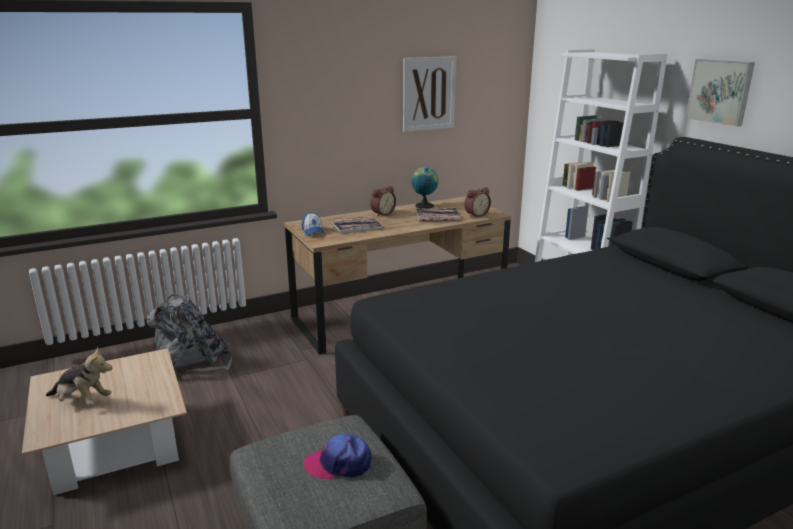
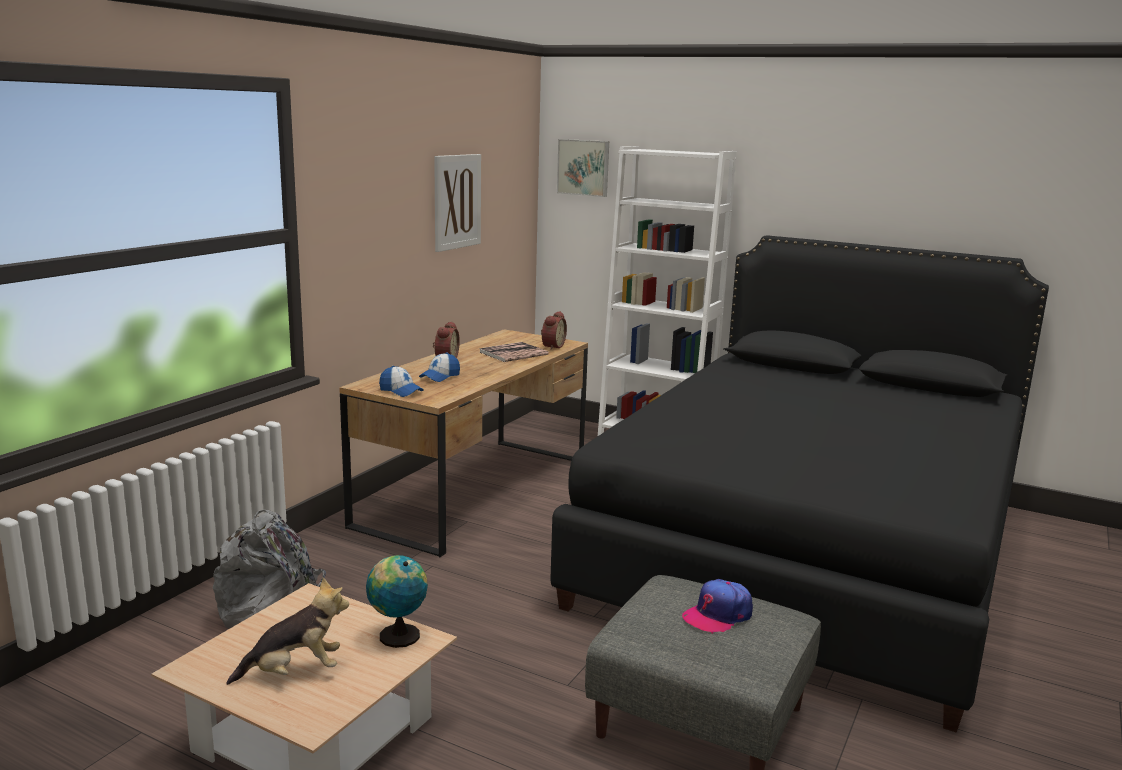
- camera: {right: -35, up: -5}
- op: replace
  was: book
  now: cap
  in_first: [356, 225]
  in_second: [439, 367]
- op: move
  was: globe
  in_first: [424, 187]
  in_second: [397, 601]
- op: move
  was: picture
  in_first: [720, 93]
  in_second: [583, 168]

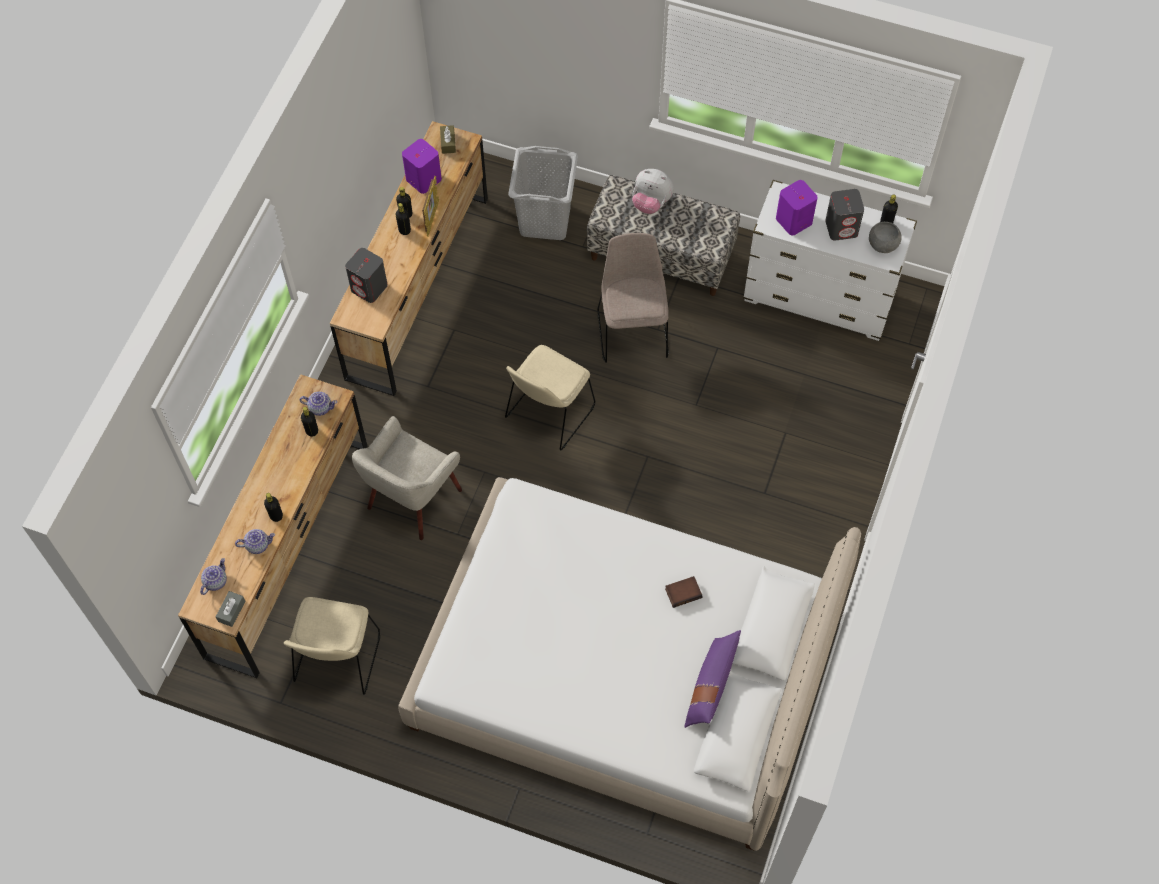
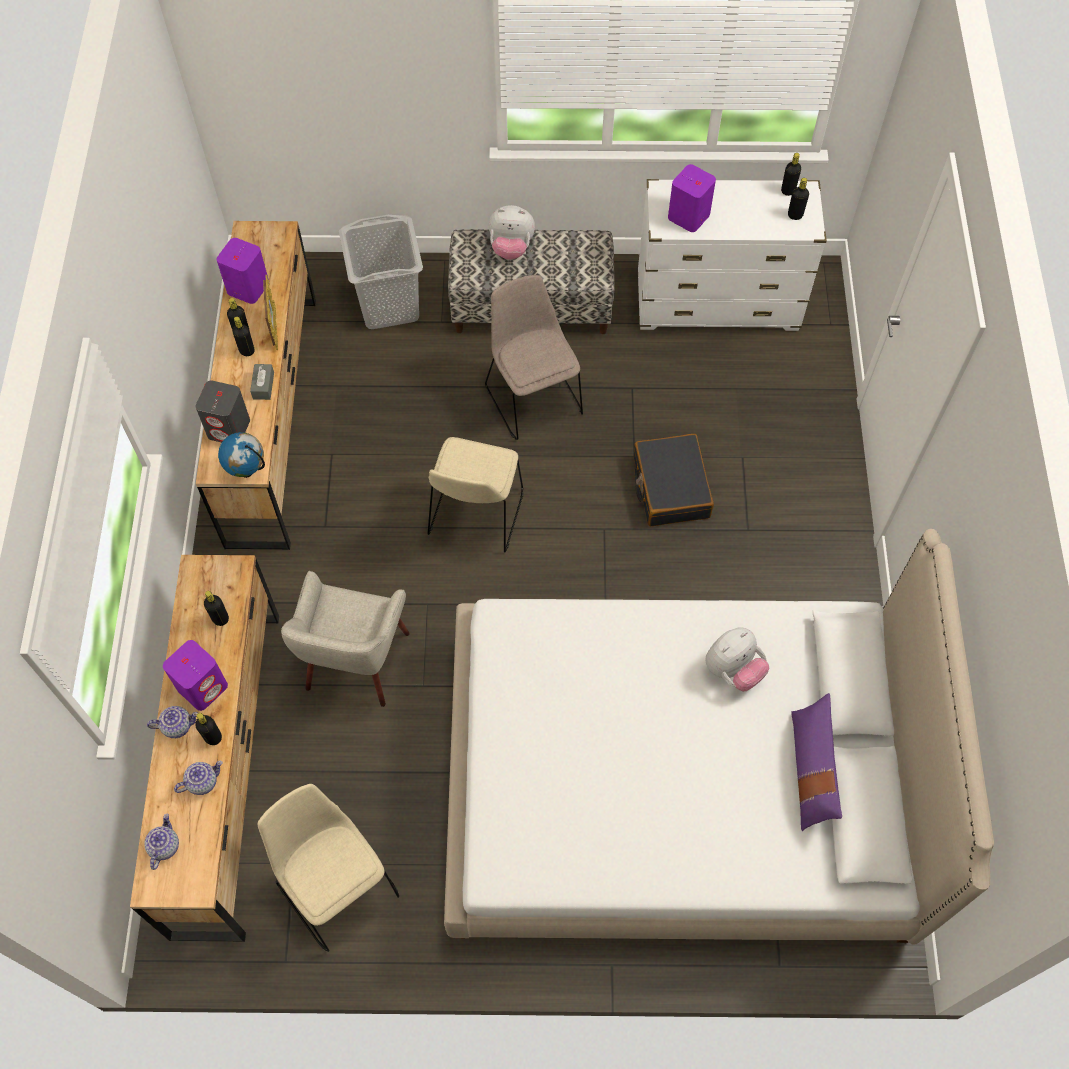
- camera: {right: -20, up: 0}
- op: move
  was: tissue box (grey)
  in_first: [230, 609]
  in_second: [262, 382]
- op: rotate
  was: chair (beige)
  in_first: [332, 646]
  in_second: [328, 868]
  clockwise: 150
- op: move
  was: teapot
  in_first: [318, 404]
  in_second: [172, 722]
- op: delete
  was: tissue box (brown)
  in_first: [448, 139]
- op: replace
  was: book
  now: plush toy
  in_first: [683, 592]
  in_second: [737, 659]
- op: delete
  was: speaker (grey)
  in_first: [844, 215]
- op: replace
  was: bowl (grey)
  now: bottle (black)
  in_first: [885, 237]
  in_second: [798, 199]
- op: insert
  now: speaker (purple)
  in_second: [195, 675]
- op: insert
  now: globe
  in_second: [241, 455]
- op: insert
  now: suitcase (black)
  in_second: [674, 480]

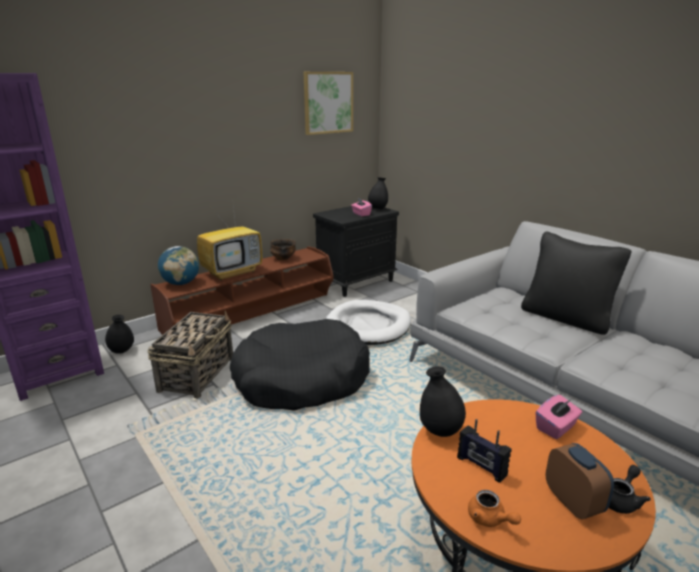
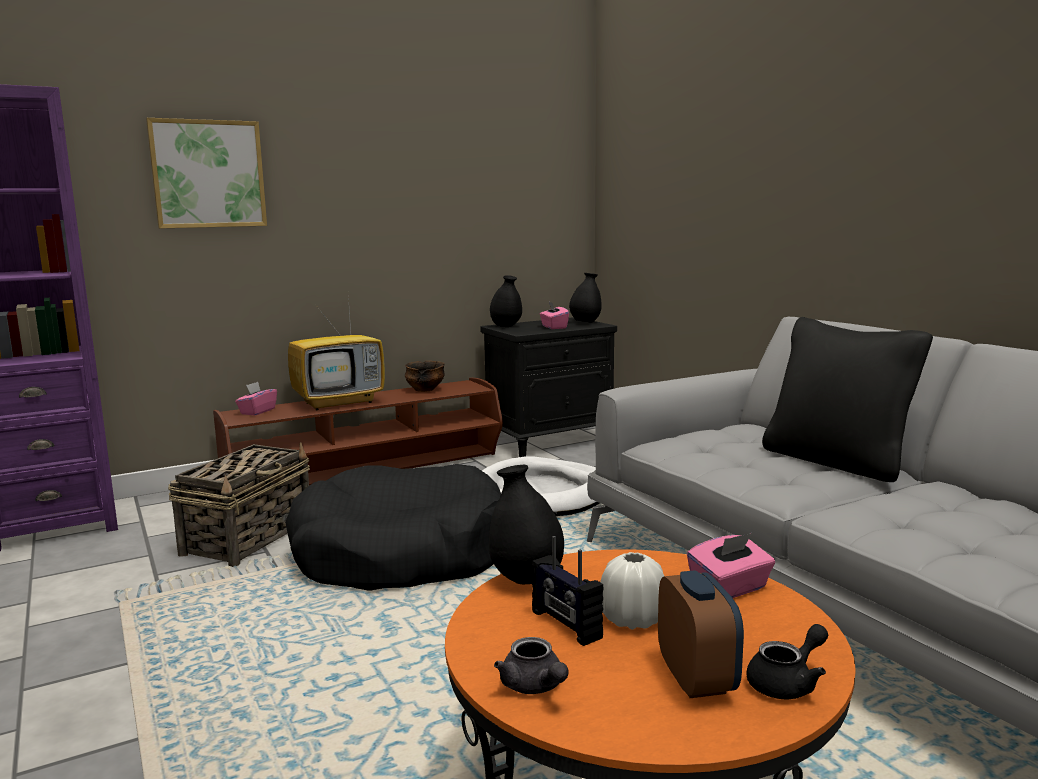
- camera: {right: 10, up: -10}
- op: move
  was: vase (black)
  in_first: [119, 334]
  in_second: [506, 301]
- op: replace
  was: globe
  now: tissue box (pink)
  in_first: [178, 265]
  in_second: [256, 399]
- op: move
  was: picture
  in_first: [328, 103]
  in_second: [206, 173]
- op: recolor
  was: teapot (orange)
  now: teapot (grey)
  in_first: [494, 508]
  in_second: [531, 665]
- op: insert
  now: vase (white)
  in_second: [632, 591]

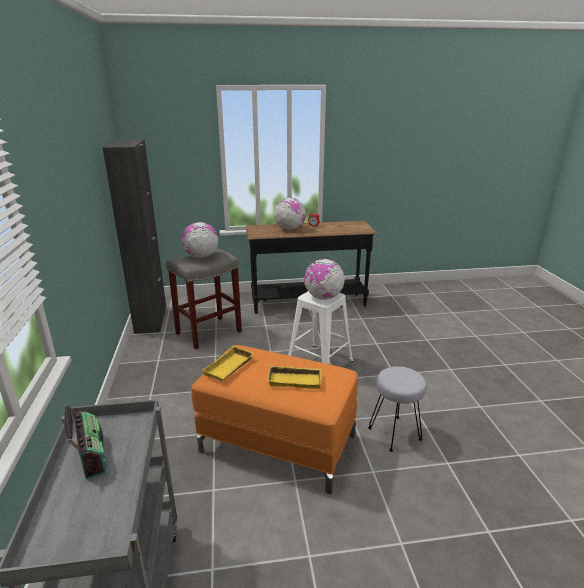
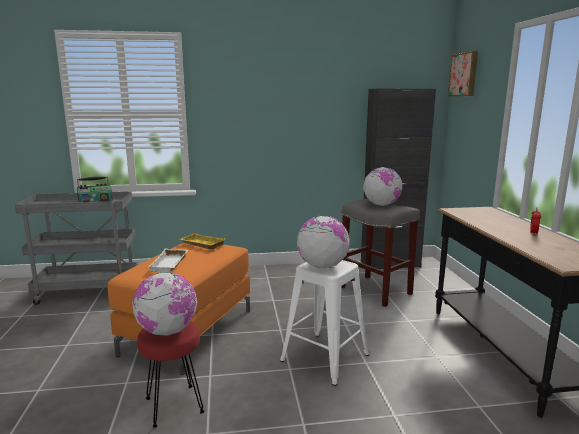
- camera: {right: 90, up: -10}
- op: recolor
  was: tray (yellow)
  now: tray (white)
  in_first: [294, 377]
  in_second: [168, 260]
- op: move
  was: globe
  in_first: [290, 213]
  in_second: [164, 304]
- op: recolor
  was: stool (grey)
  now: stool (red)
  in_first: [397, 409]
  in_second: [171, 374]
- op: insert
  now: picture
  in_second: [463, 73]

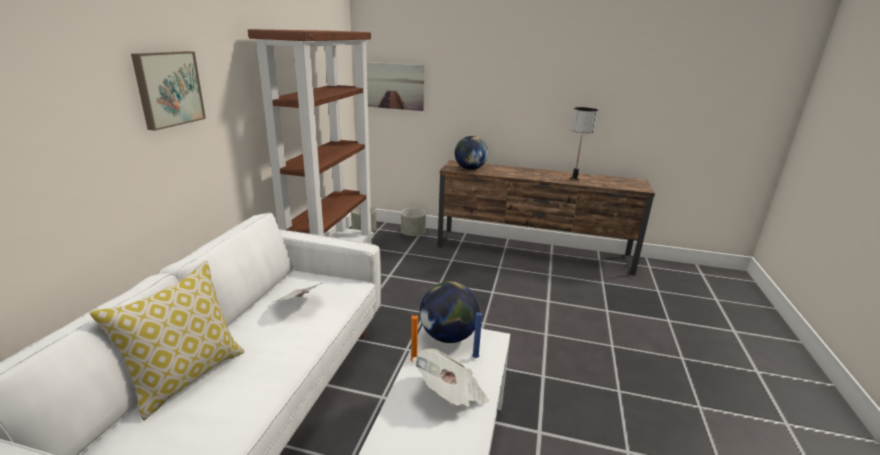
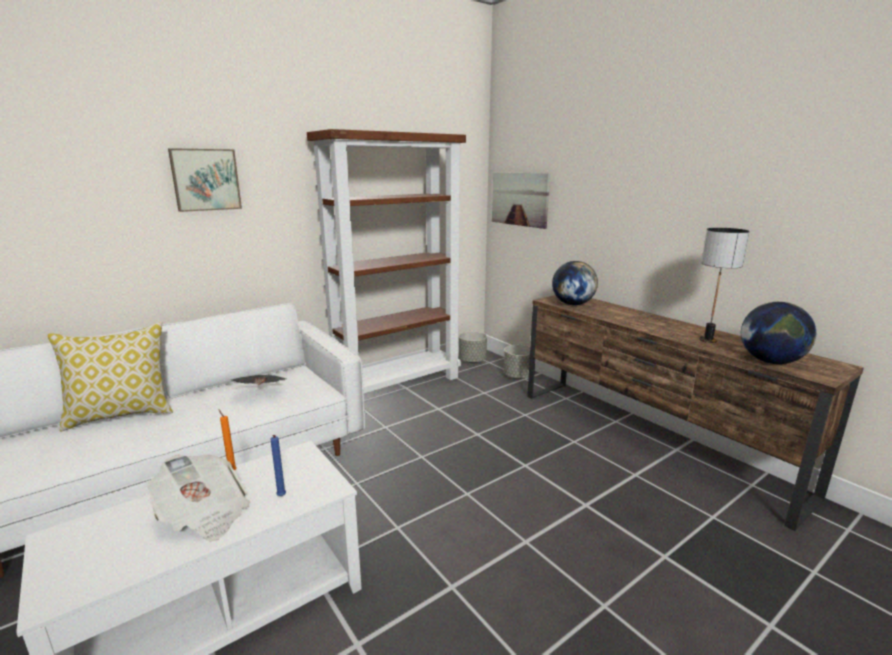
- camera: {right: 40, up: -5}
- op: move
  was: globe
  in_first: [450, 312]
  in_second: [778, 333]

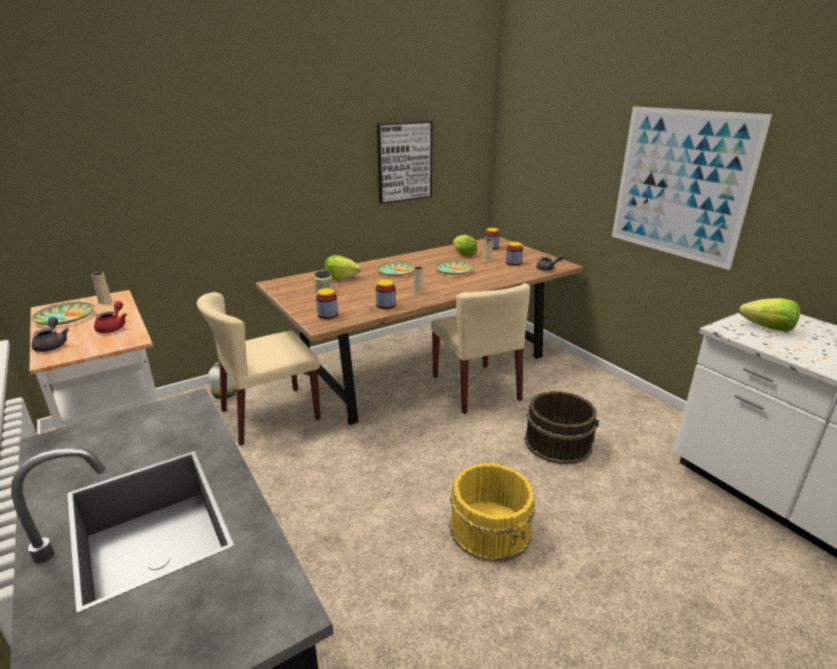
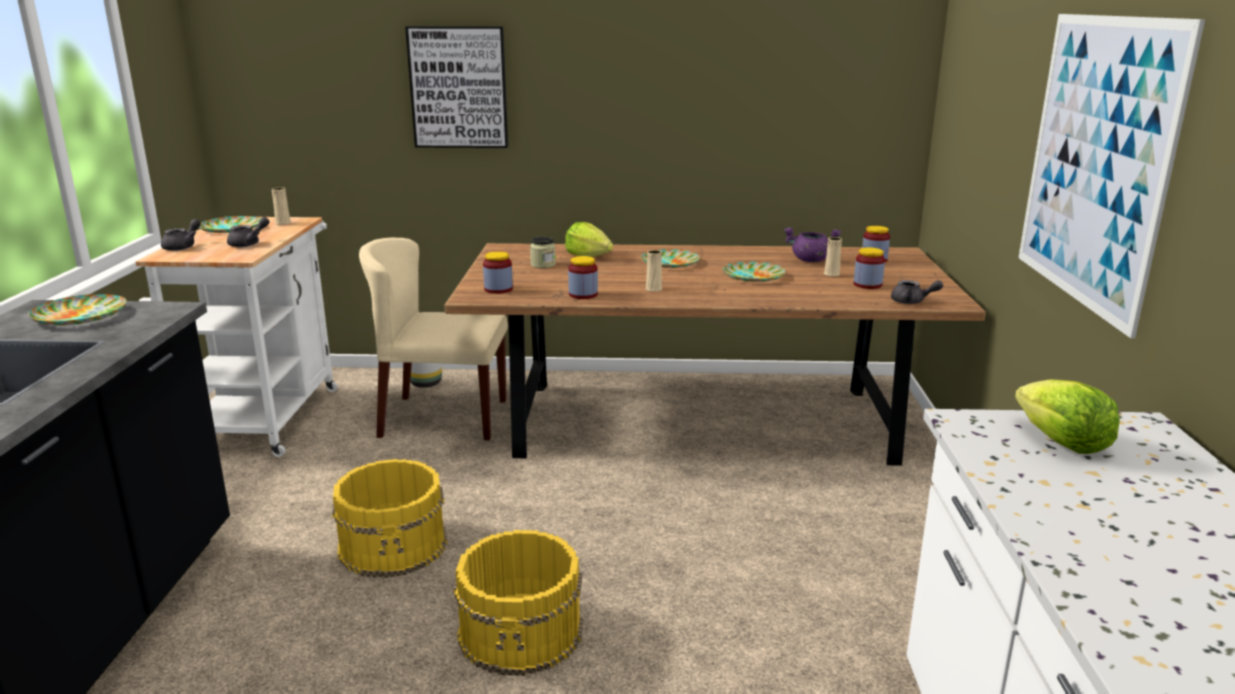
- camera: {right: 35, up: -5}
- op: recolor
  was: teapot (red)
  now: teapot (grey)
  in_first: [110, 317]
  in_second: [248, 232]
- op: move
  was: picture
  in_first: [405, 162]
  in_second: [456, 87]
- op: delete
  was: chair (beige)
  in_first: [480, 348]
- op: replace
  was: lettuce
  now: cooking pot (purple)
  in_first: [465, 246]
  in_second: [812, 244]
- op: delete
  was: bucket (brown)
  in_first: [561, 428]
- op: insert
  now: plate
  in_second: [78, 309]
- op: insert
  now: bucket (yellow)
  in_second: [389, 518]

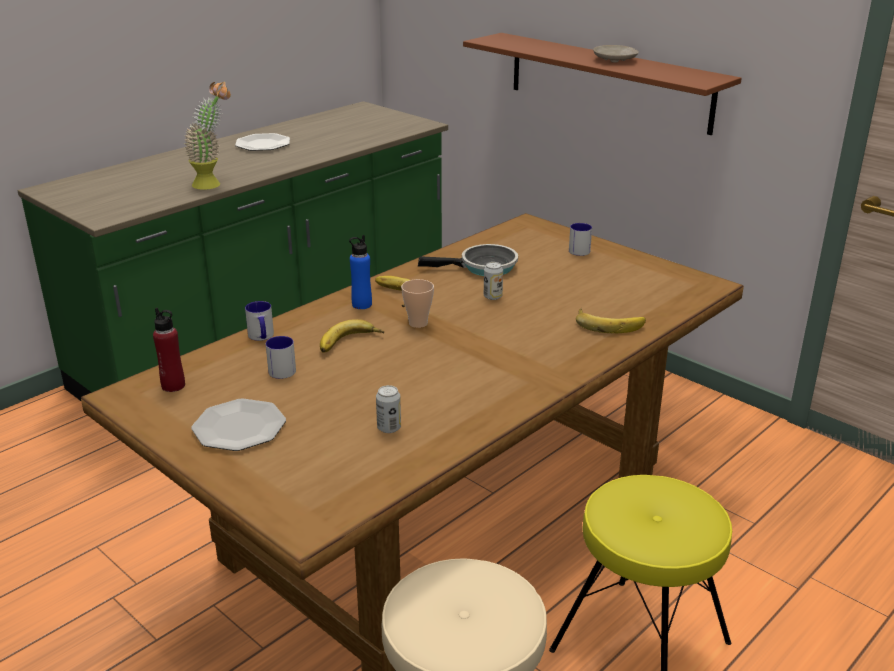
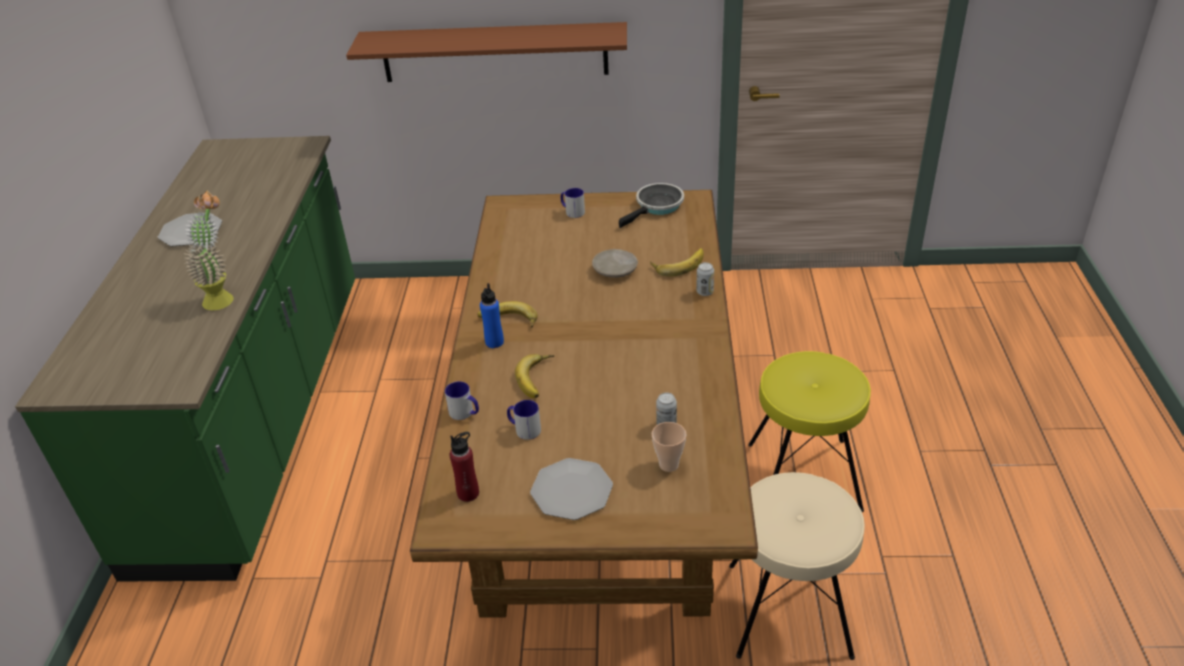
- camera: {right: -40, up: 10}
- op: move
  was: cup
  in_first: [417, 303]
  in_second: [669, 447]
- op: move
  was: frying pan
  in_first: [468, 260]
  in_second: [651, 205]
- op: move
  was: can
  in_first: [493, 281]
  in_second: [705, 279]
- op: move
  was: plate (beige)
  in_first: [616, 54]
  in_second: [615, 263]

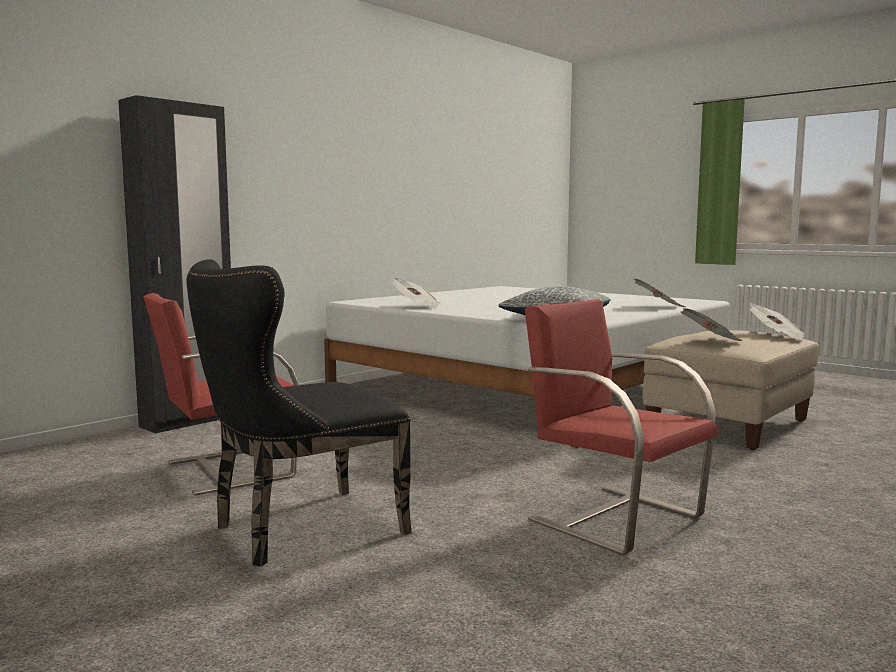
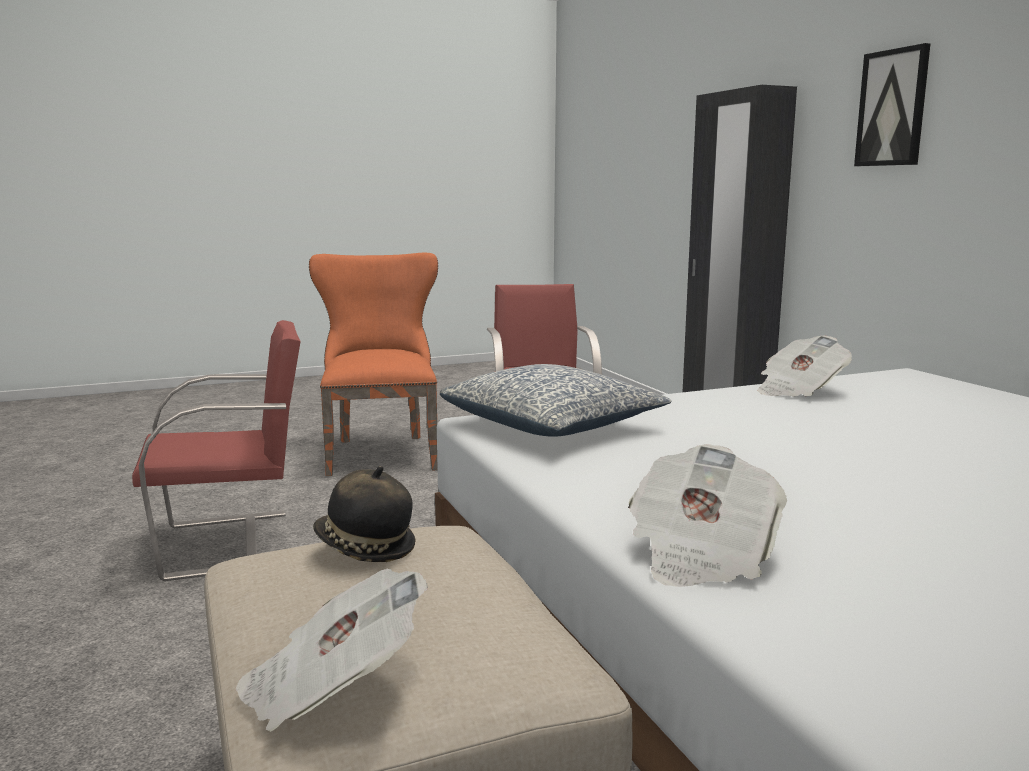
- camera: {right: 115, up: 5}
- op: recolor
  was: chair (black)
  now: chair (orange)
  in_first: [299, 413]
  in_second: [373, 364]
- op: replace
  was: newspaper
  now: hat
  in_first: [712, 324]
  in_second: [364, 514]
- op: insert
  now: picture
  in_second: [892, 104]

